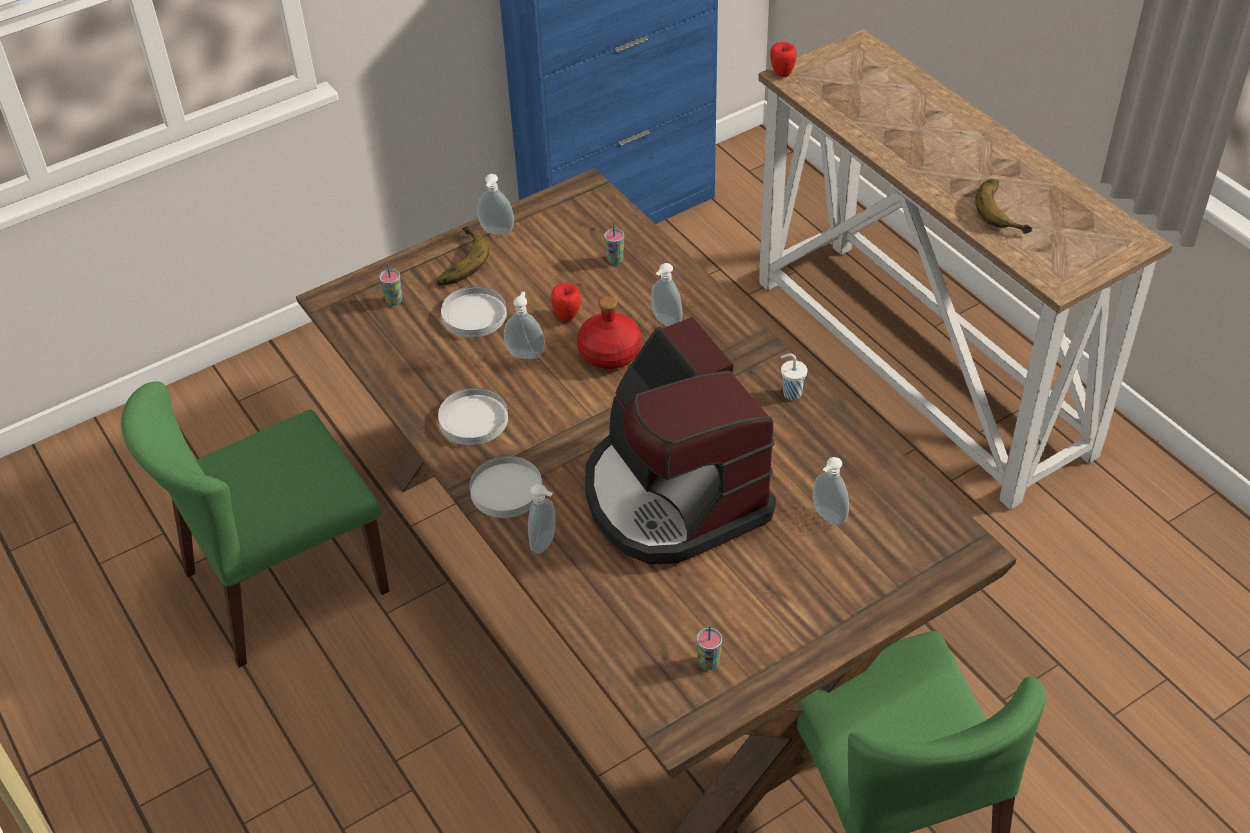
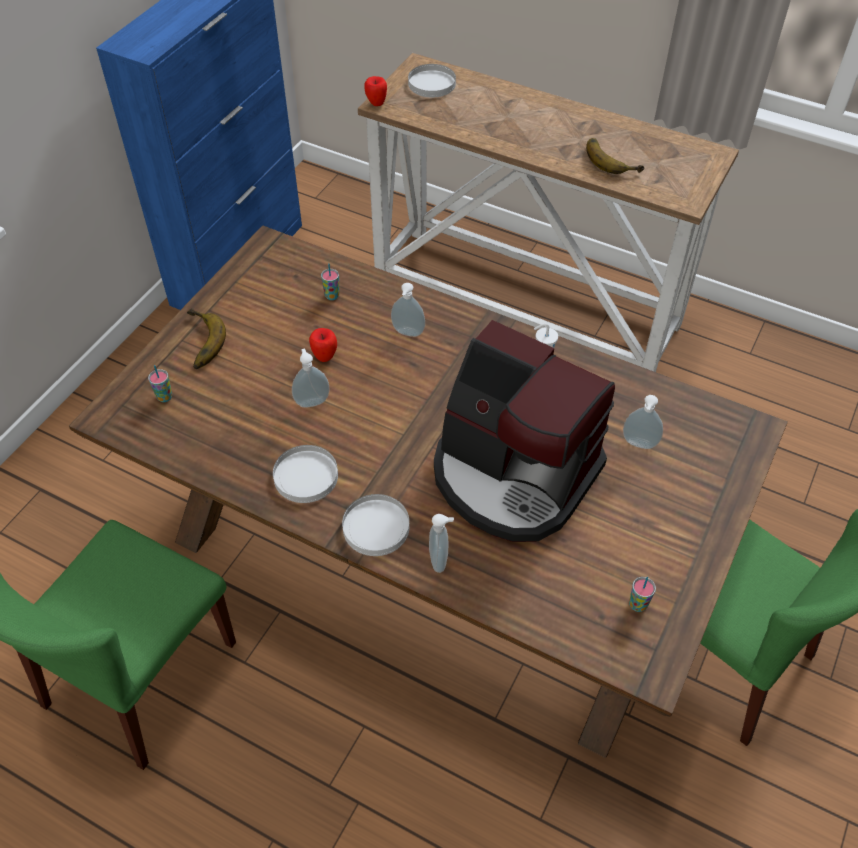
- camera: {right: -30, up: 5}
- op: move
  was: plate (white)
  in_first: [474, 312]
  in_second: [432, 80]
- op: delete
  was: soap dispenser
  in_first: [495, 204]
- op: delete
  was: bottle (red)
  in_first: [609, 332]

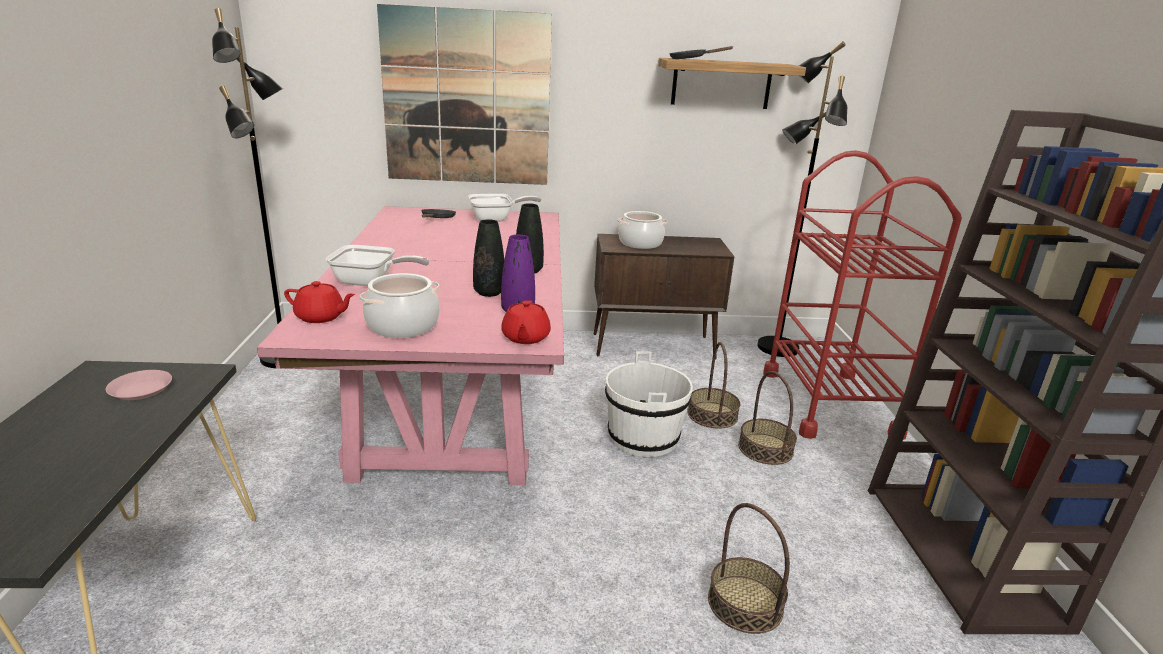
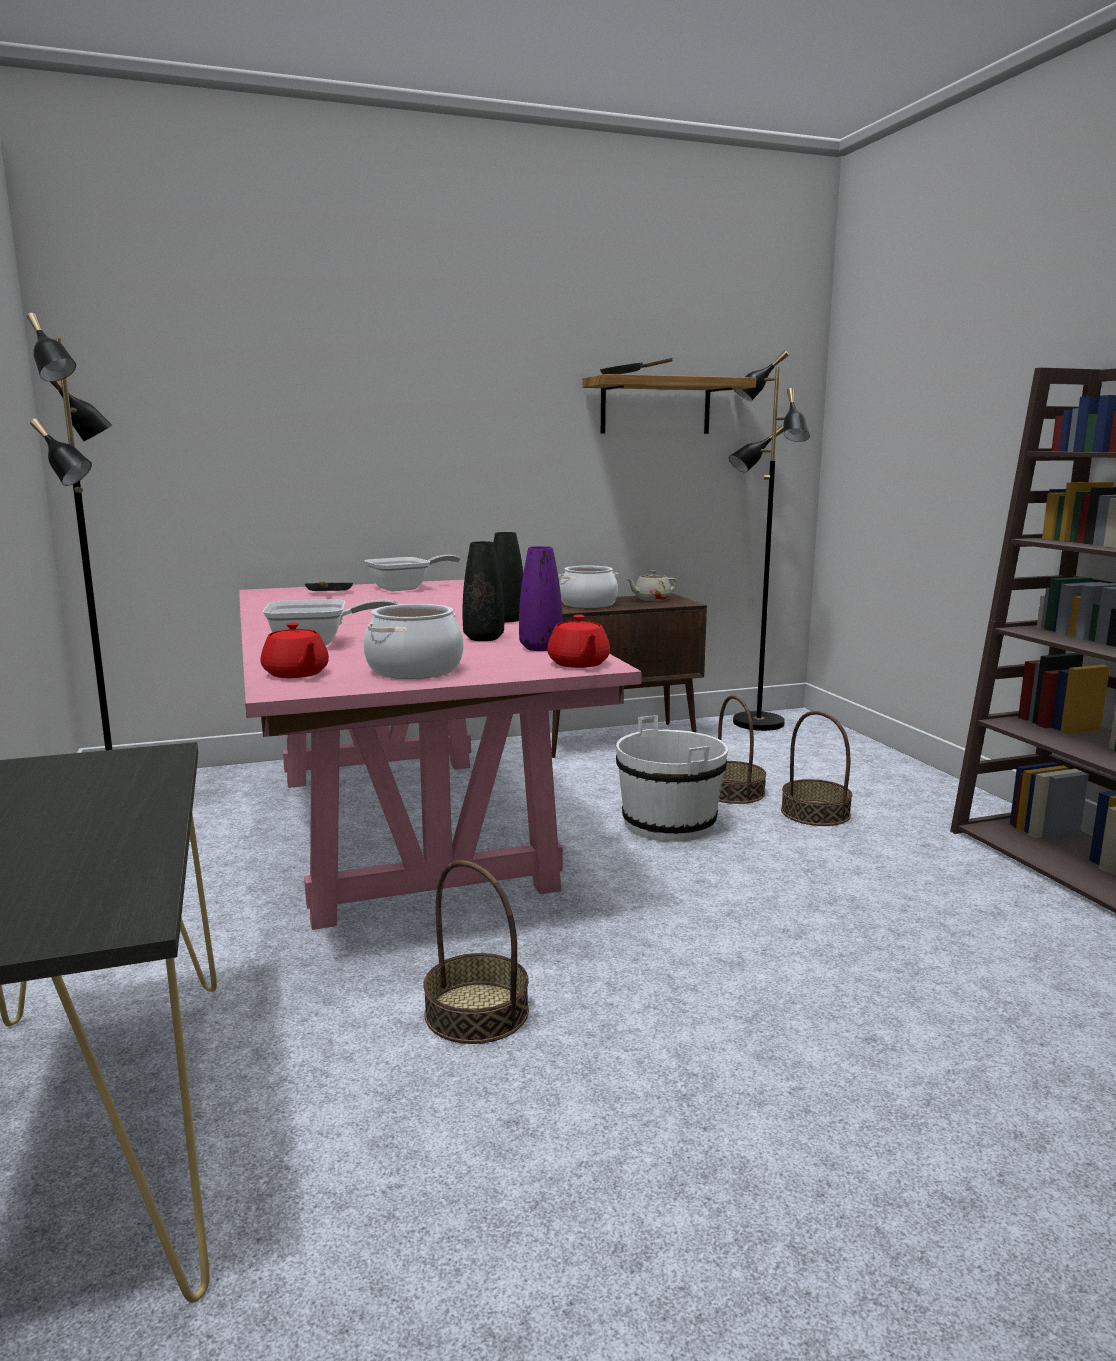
- camera: {right: -15, up: -10}
- op: delete
  was: plate (pink)
  in_first: [139, 385]
- op: rotate
  was: teapot (red)
  in_first: [319, 302]
  in_second: [295, 650]
  clockwise: 60
- op: delete
  was: picture
  in_first: [464, 94]
- op: move
  was: basket
  in_first: [749, 568]
  in_second: [476, 952]
- op: delete
  was: cart (red)
  in_first: [862, 295]
- op: insert
  now: teapot (beige)
  in_second: [651, 585]

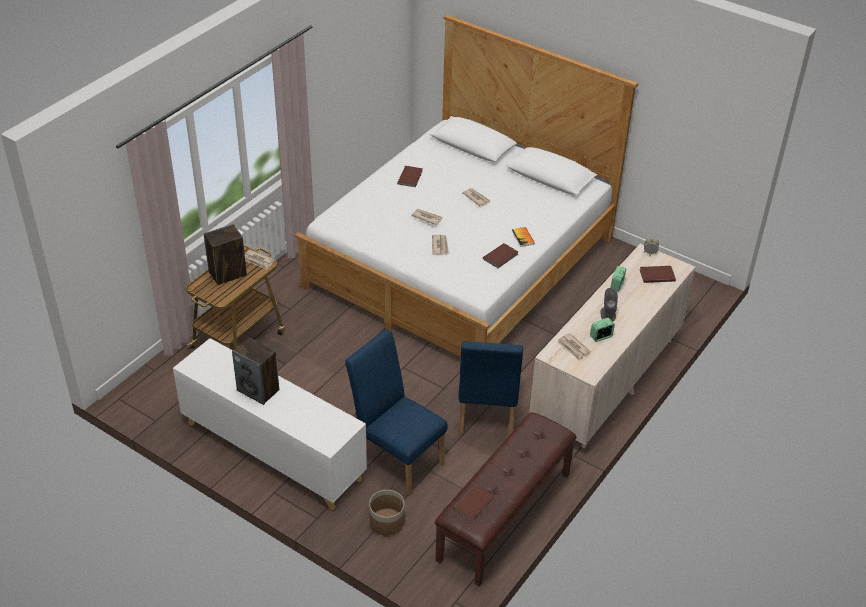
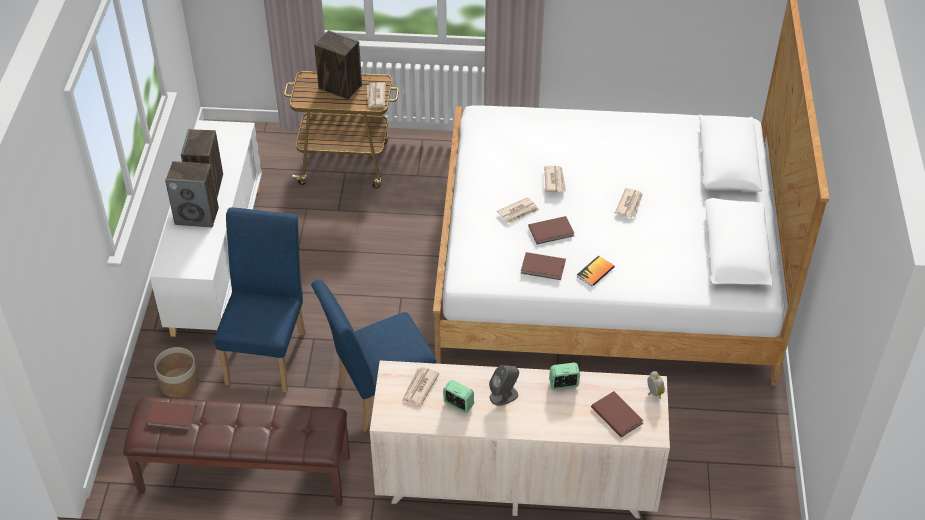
- camera: {right: 60, up: 5}
- op: move
  was: book (brown)
  in_first: [410, 176]
  in_second: [551, 230]
- op: insert
  now: speaker
  in_second: [192, 194]

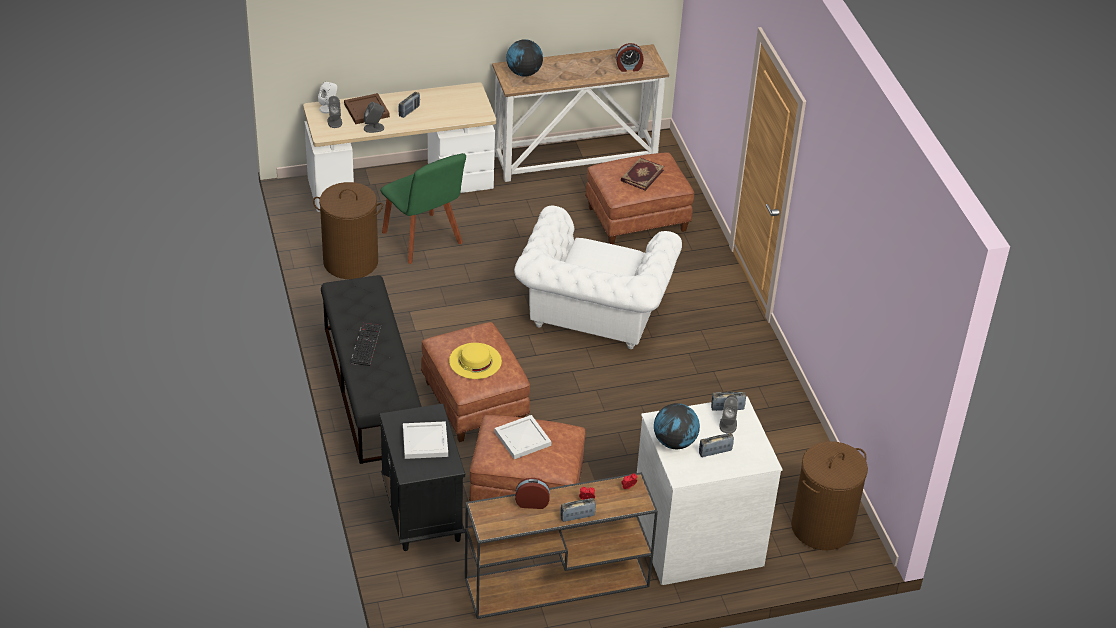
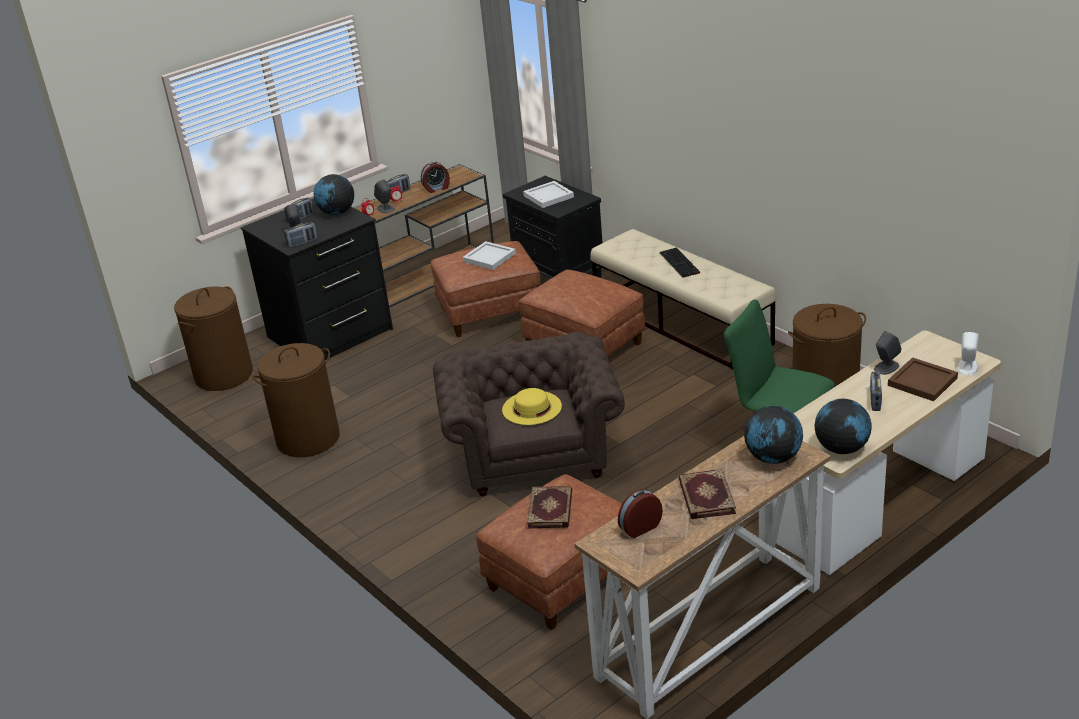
- camera: {right: 160, up: -10}
- op: recolor
  was: bench (black)
  now: bench (beige)
  in_first: [371, 369]
  in_second: [683, 299]
- op: move
  was: speaker (grey)
  in_first: [335, 112]
  in_second: [384, 196]
- op: move
  was: hat (yellow)
  in_first: [475, 361]
  in_second: [532, 406]
- op: recolor
  was: armchair (white)
  now: armchair (brown)
  in_first: [598, 277]
  in_second: [529, 414]
- op: recolor
  was: dresser (white)
  now: dresser (black)
  in_first: [710, 490]
  in_second: [317, 279]
- op: insert
  now: laundry basket (brown)
  in_second: [296, 400]
- op: insert
  now: book
  in_second: [707, 494]
- op: insert
  now: globe
  in_second: [843, 426]

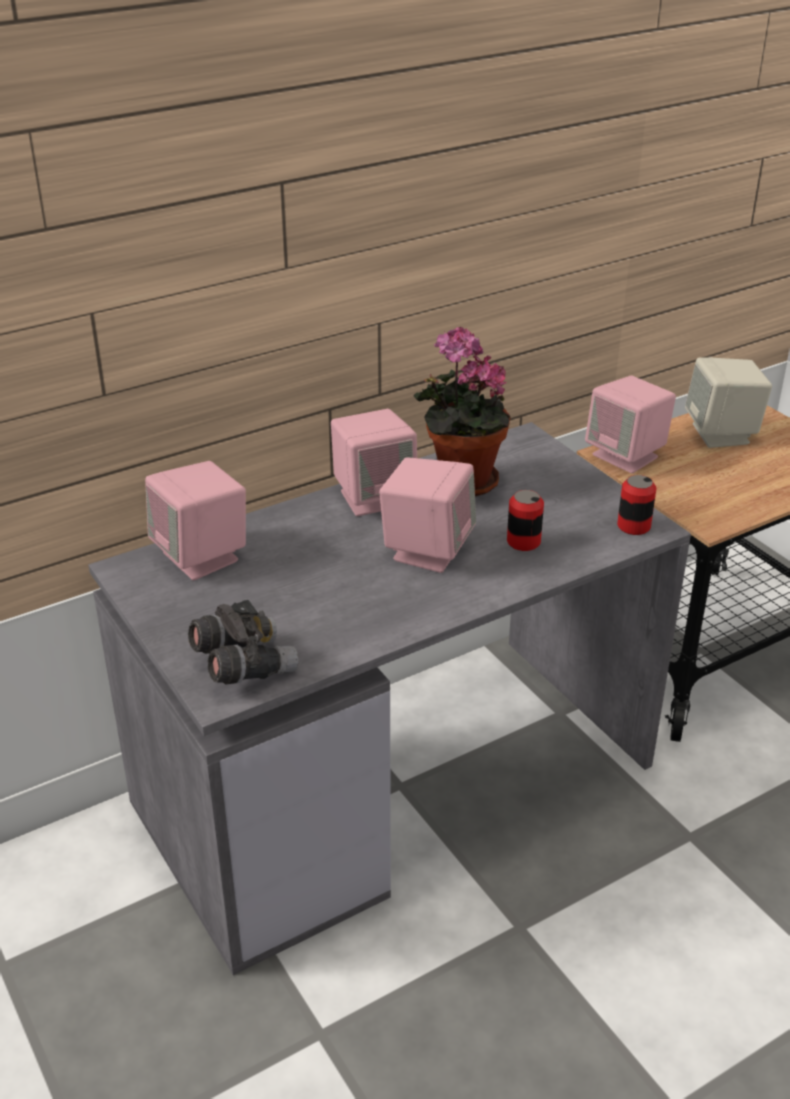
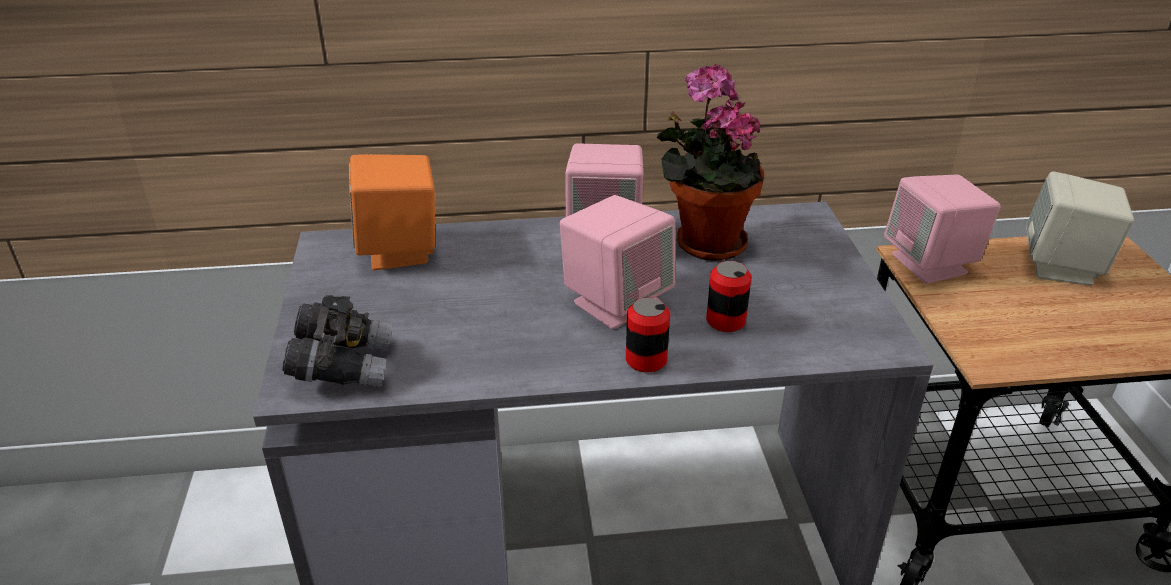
- camera: {right: 25, up: 0}
- op: recolor
  was: speaker (pink)
  now: speaker (orange)
  in_first: [195, 520]
  in_second: [392, 212]
- op: move
  was: can
  in_first: [637, 505]
  in_second: [648, 335]

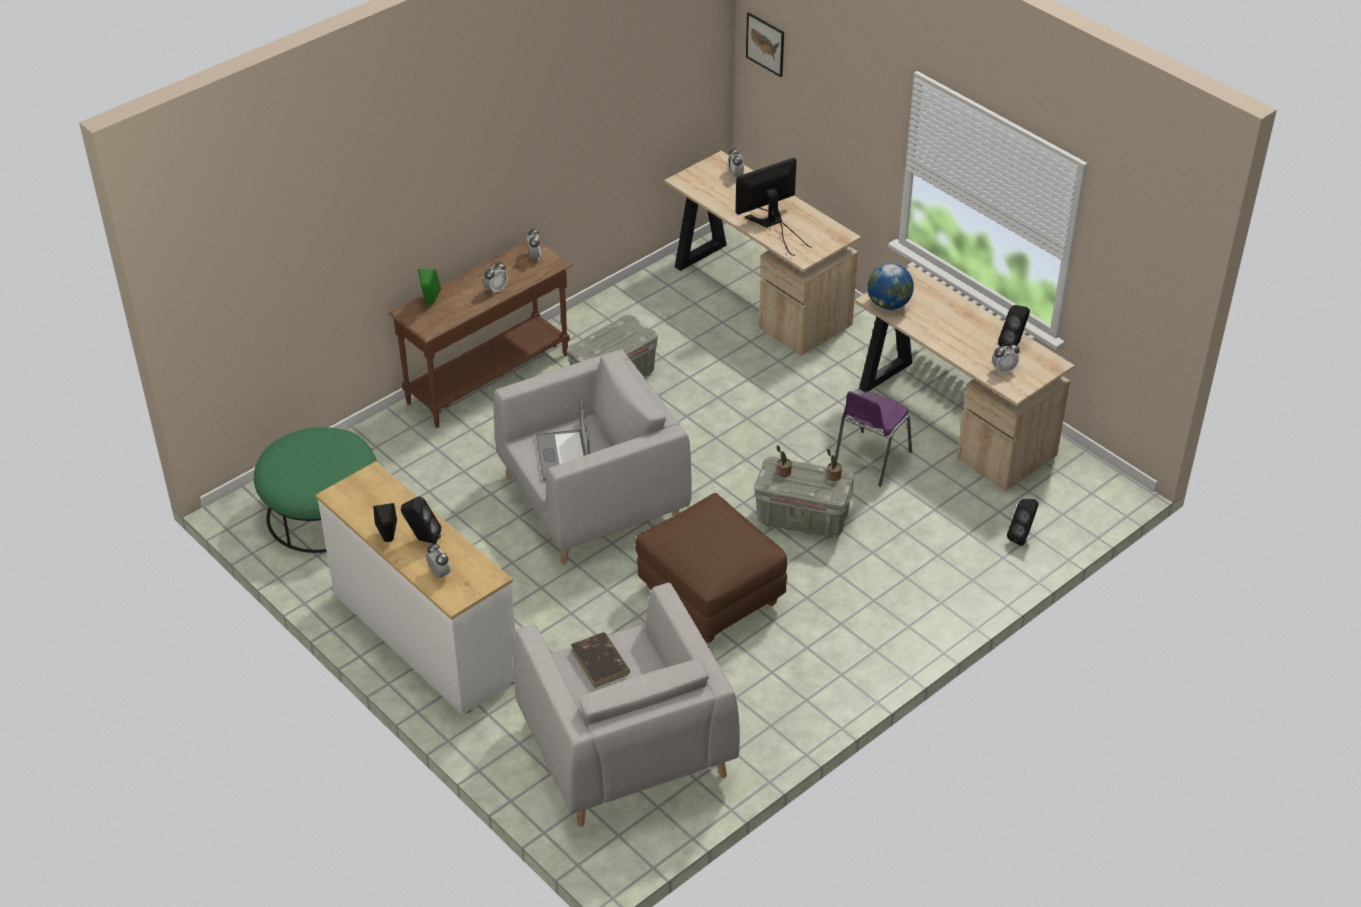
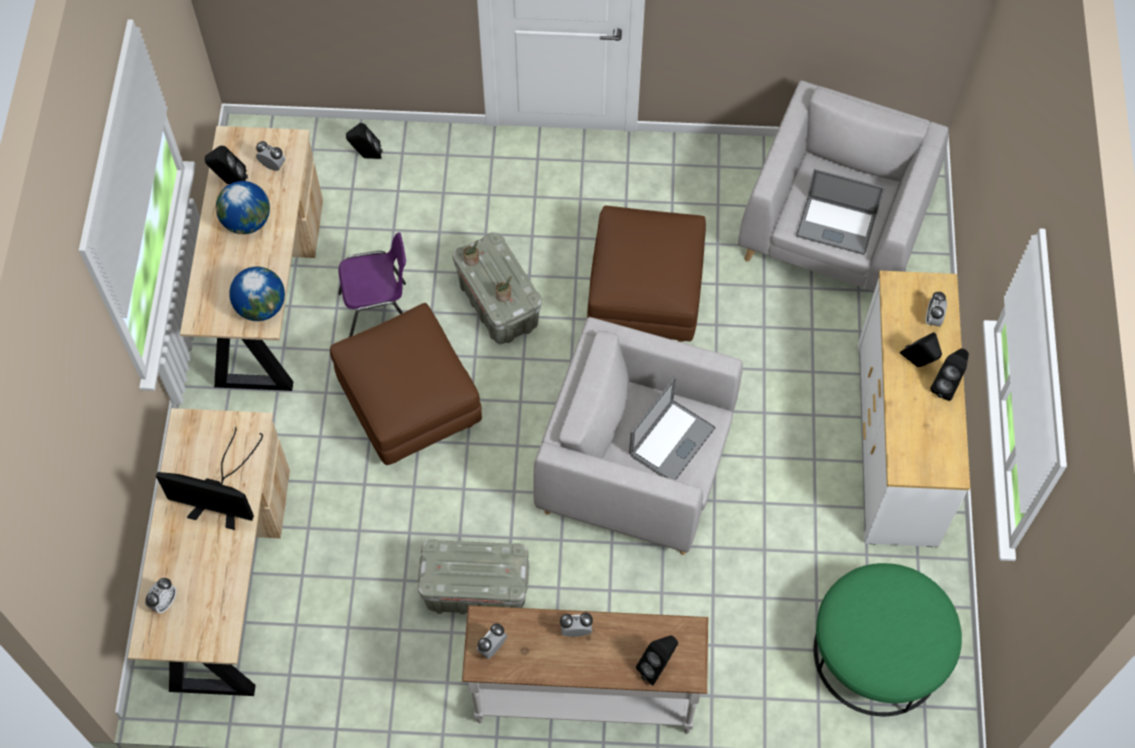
- camera: {right: -135, up: 20}
- op: recolor
  was: console table (brown)
  now: console table (white)
  in_first: [481, 334]
  in_second: [585, 669]
- op: recolor
  was: speaker (green)
  now: speaker (black)
  in_first: [429, 287]
  in_second: [657, 660]
- op: replace
  was: book (brown)
  now: laptop
  in_first: [600, 660]
  in_second: [840, 212]
- op: delete
  was: picture
  in_first: [765, 44]
- op: insert
  now: globe
  in_second: [243, 207]
- op: insert
  now: ottoman (brown)
  in_second: [406, 384]

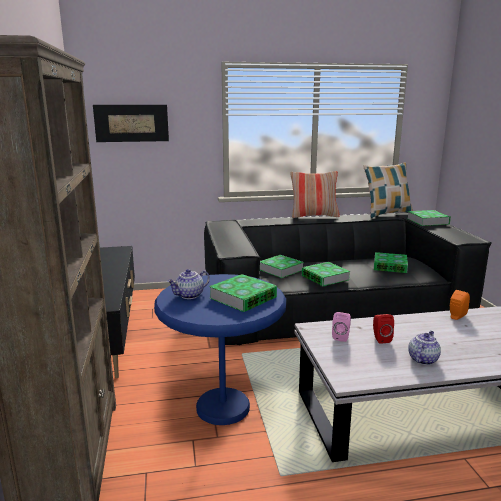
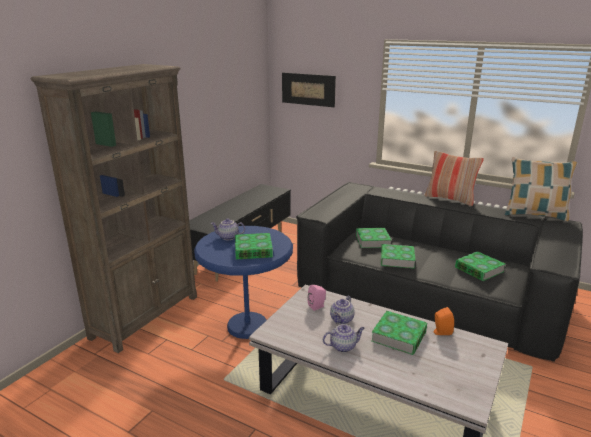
- camera: {right: 40, up: 5}
- op: replace
  was: speaker (red)
  now: teapot
  in_first: [383, 329]
  in_second: [342, 310]
- op: move
  was: book
  in_first: [429, 218]
  in_second: [399, 333]

